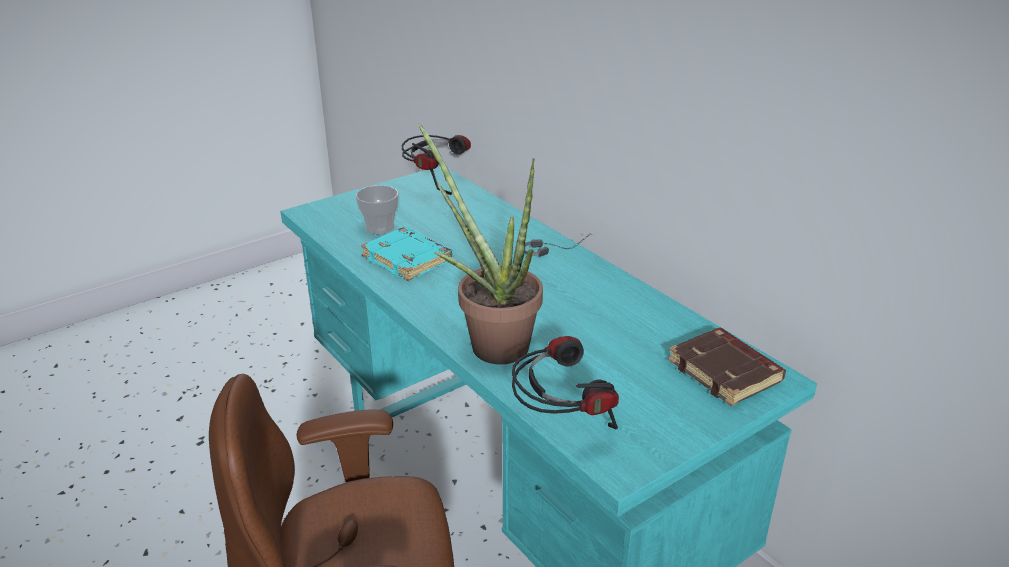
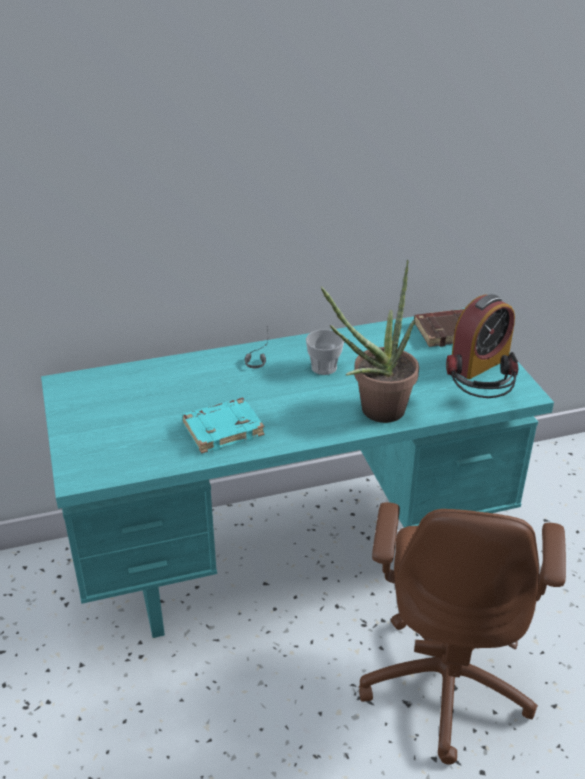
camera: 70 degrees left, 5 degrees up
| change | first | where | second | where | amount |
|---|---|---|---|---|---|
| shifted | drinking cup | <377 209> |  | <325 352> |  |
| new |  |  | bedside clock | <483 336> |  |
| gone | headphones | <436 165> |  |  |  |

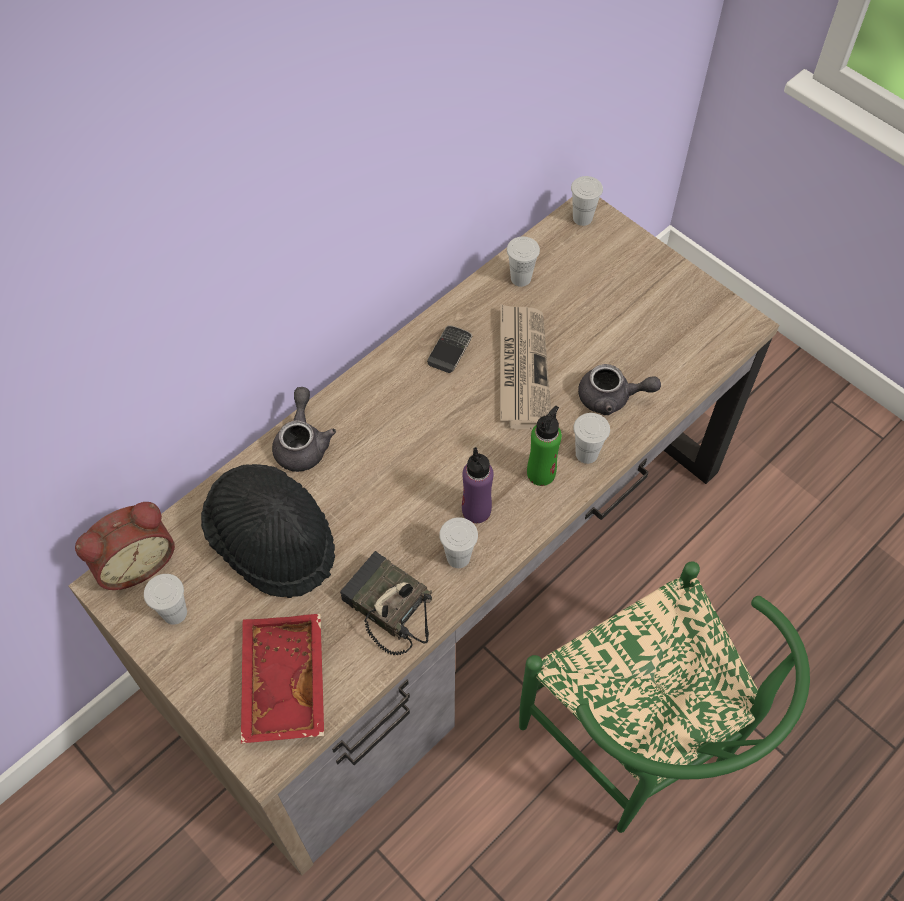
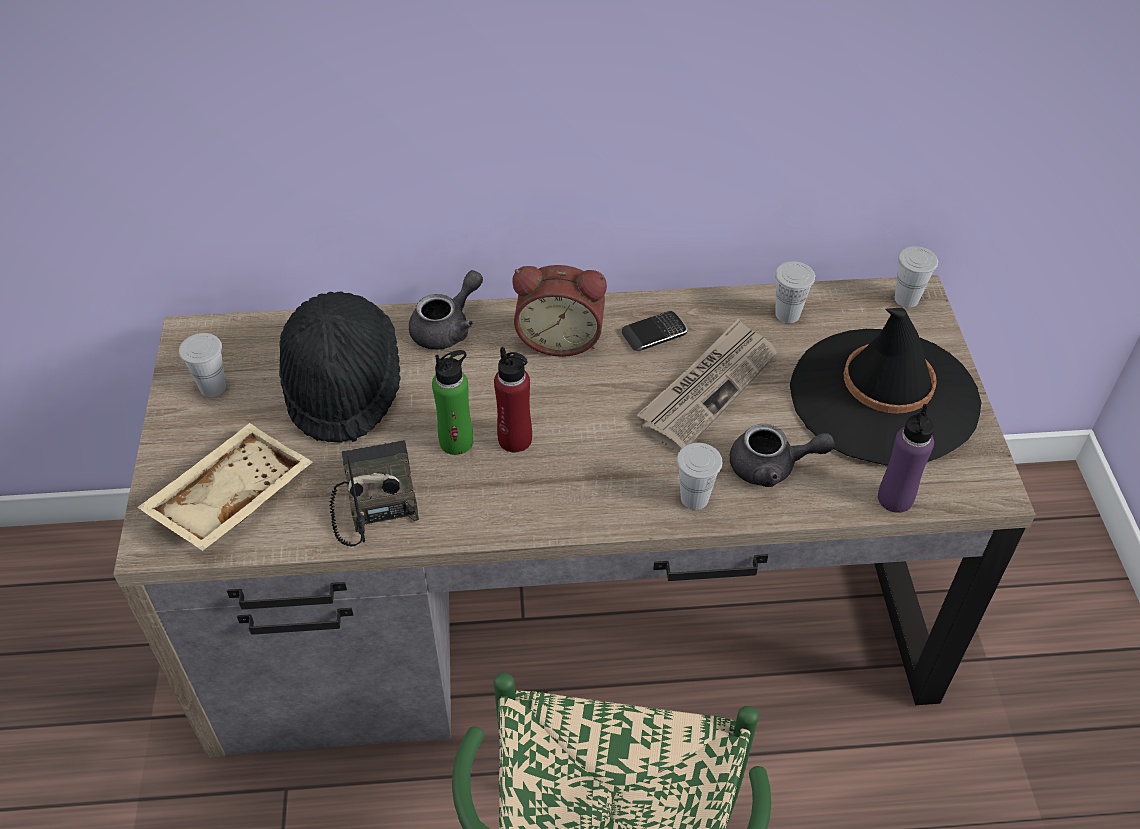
camera: 40 degrees right, 10 degrees down
| change | first | where | second | where | amount |
|---|---|---|---|---|---|
| repainted | red-coloured carrying tray | <282 678> | sand-coloured carrying tray | <225 487> |  |
| shifted | greenish bottle | <544 446> |  | <452 402> |  |
| new |  |  | red-coloured bottle | <513 400> |  |
| shifted | bedside clock | <125 546> |  | <560 311> |  |
| rotated | grey teapot | <619 389> |  | <782 455> | 45 degrees counterclockwise |
| new |  |  | blackish hat | <885 386> |  |
| shifted | purple bottle | <478 485> |  | <906 458> |  |
| gone | whitish drinking cup | <458 542> |  |  |  |

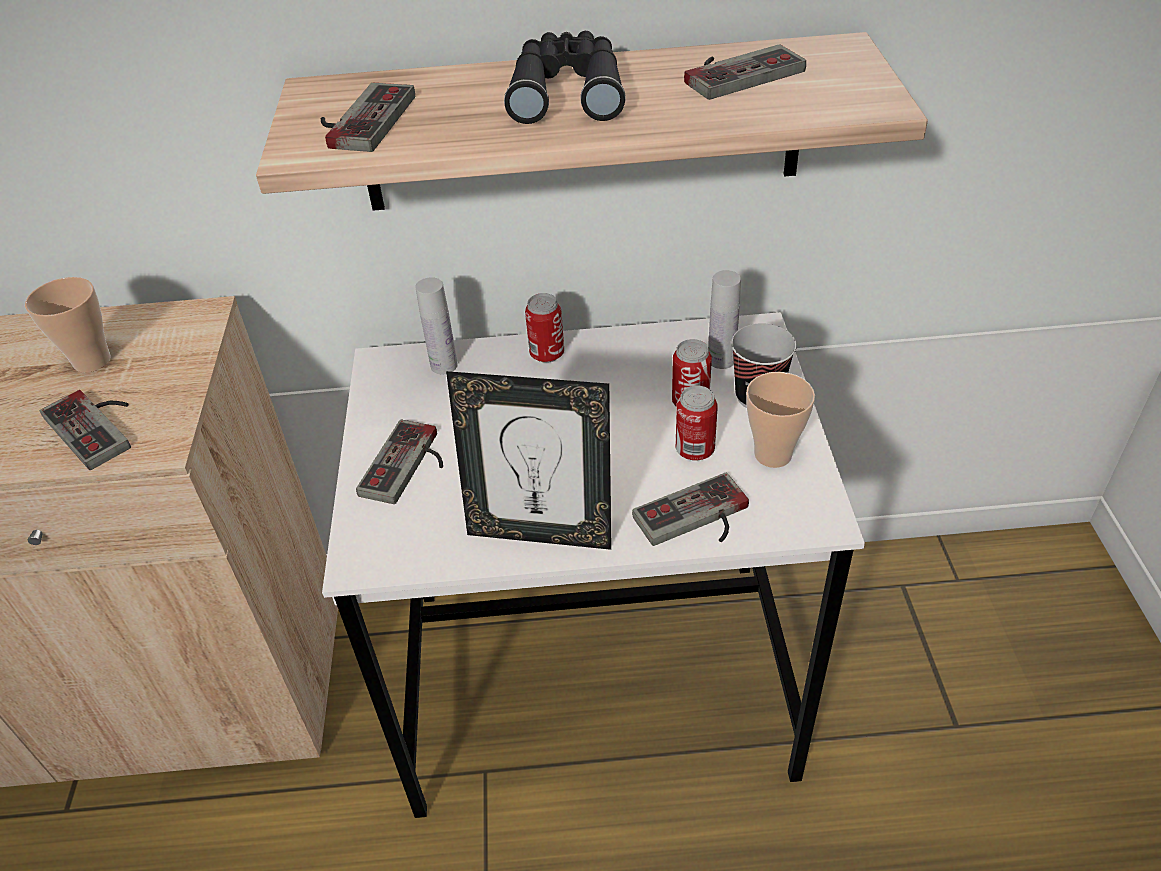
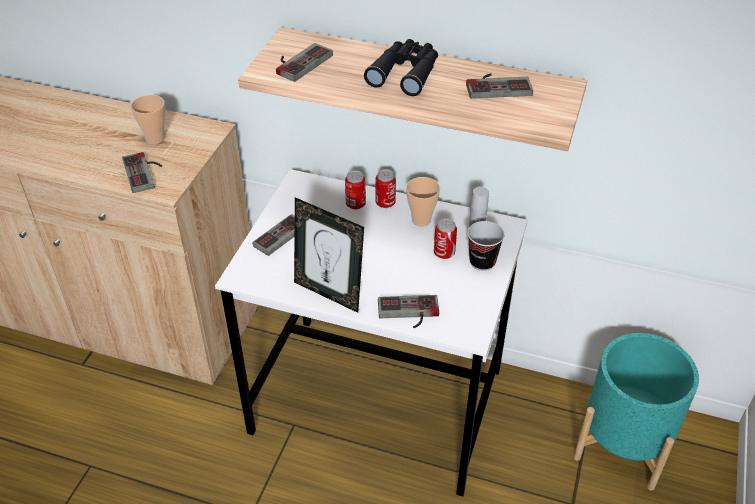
camera: 20 degrees right, 0 degrees up
| change | first | where | second | where | amount |
|---|---|---|---|---|---|
| shifted | sealed can | <697 423> |  | <355 189> |  |
| shifted | drinking cup | <780 420> |  | <423 202> |  |
| new |  |  | turquoise plant pot | <636 411> |  |
| gone | whitish bottle | <436 325> |  |  |  |

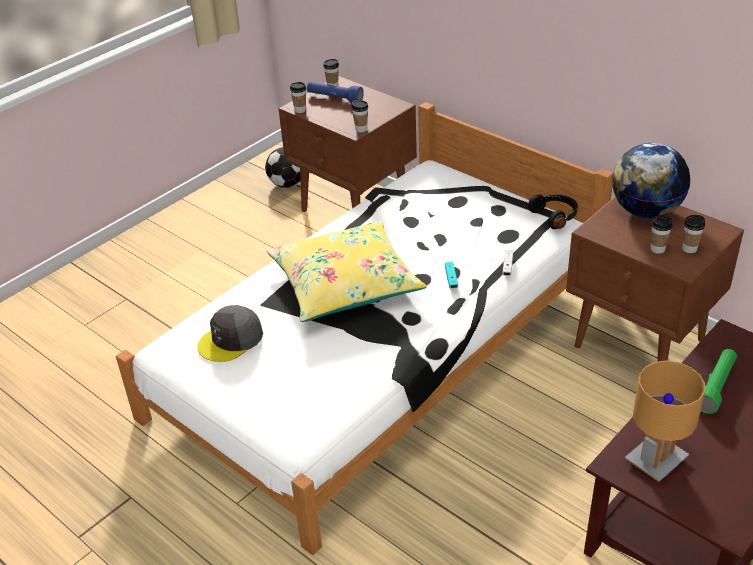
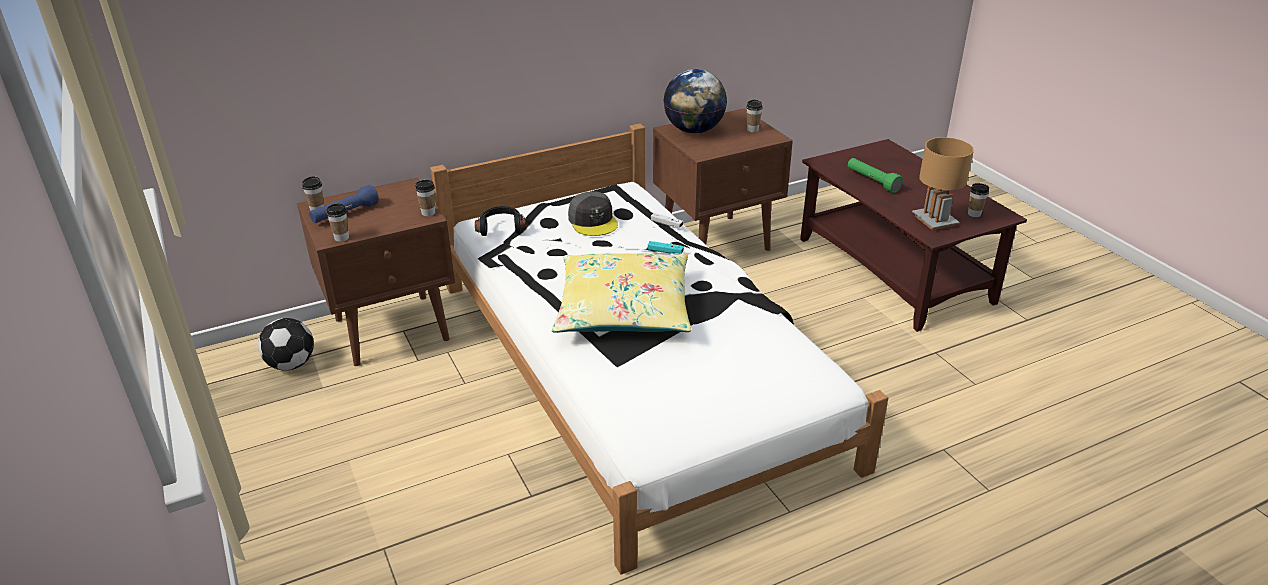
camera: 70 degrees left, 5 degrees down
| change | first | where | second | where | amount |
|---|---|---|---|---|---|
| shifted | blackish headphones | <553 211> |  | <500 221> |  |
| shifted | grey peaked cap | <230 333> |  | <593 213> |  |
| shifted | drinking cup | <661 234> |  | <978 200> |  |

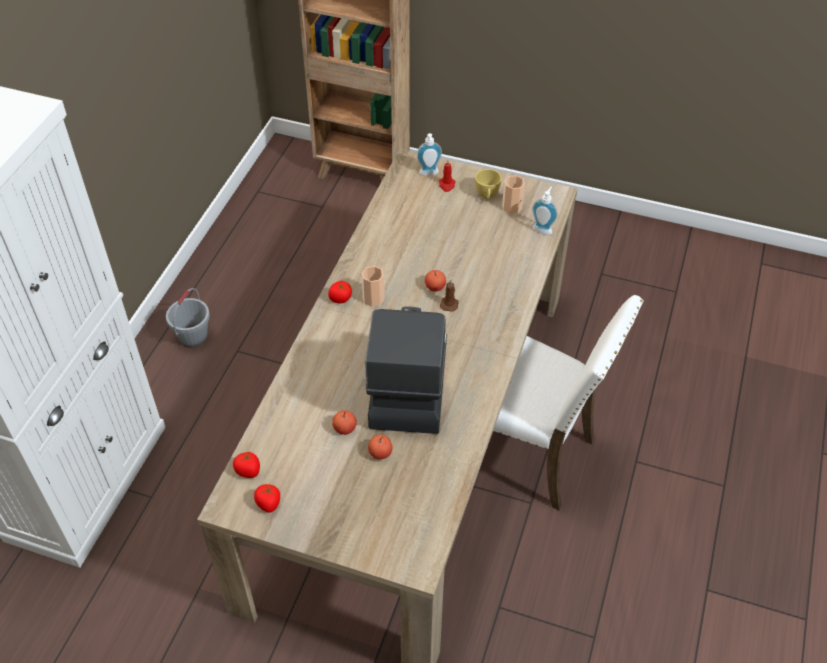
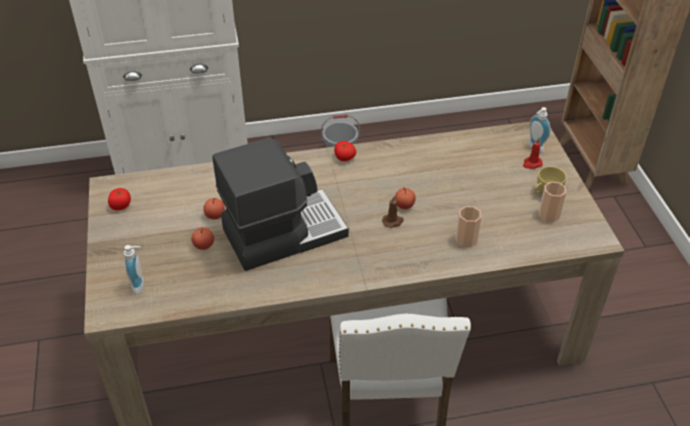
camera: 60 degrees right, 5 degrees down
| change | first | where | second | where | amount |
|---|---|---|---|---|---|
| shifted | soap bottle | <545 210> |  | <133 270> |  |
| shifted | drinking cup | <373 286> |  | <468 226> |  |
| gone | tomato | <246 465> |  |  |  |

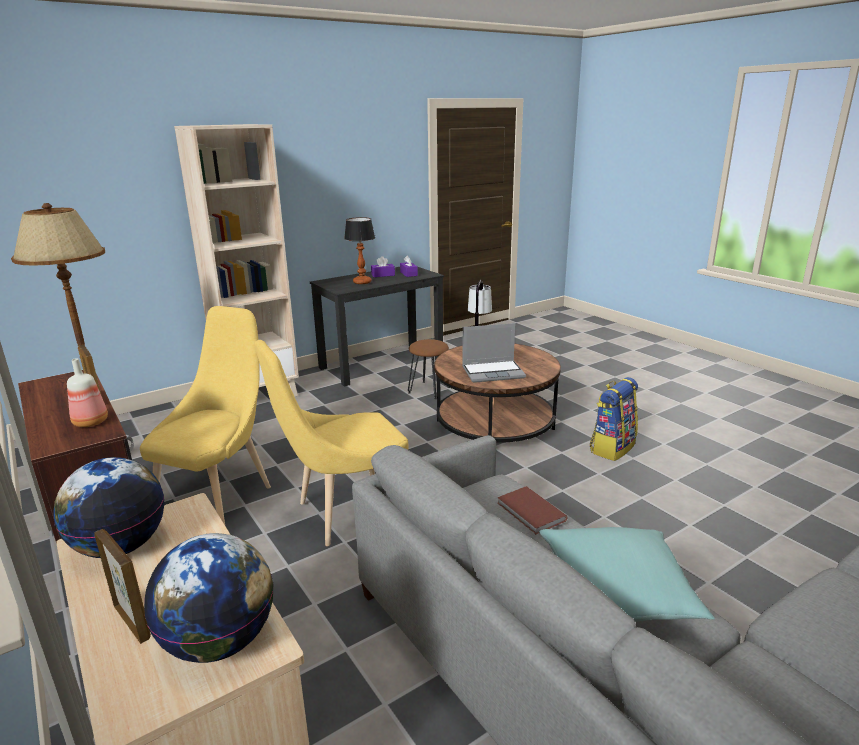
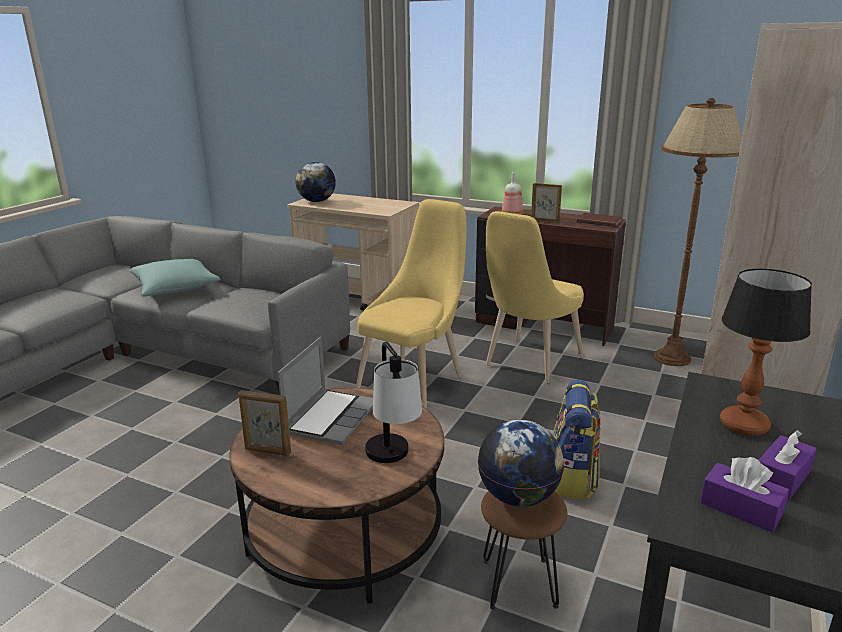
camera: 150 degrees right, 0 degrees up
| change | first | where | second | where | amount |
|---|---|---|---|---|---|
| shifted | picture frame | <122 586> |  | <264 423> |  |
| rotated | portable computer | <494 353> |  | <325 391> | 150 degrees clockwise |
| shifted | globe | <108 507> |  | <521 463> |  |
| rotated | yellowish plain chair | <205 415> |  | <535 297> | 45 degrees clockwise |
| shifted | backpack | <614 419> |  | <577 439> |  |
| shifted | brown-coloured volume | <532 510> |  | <599 220> |  |

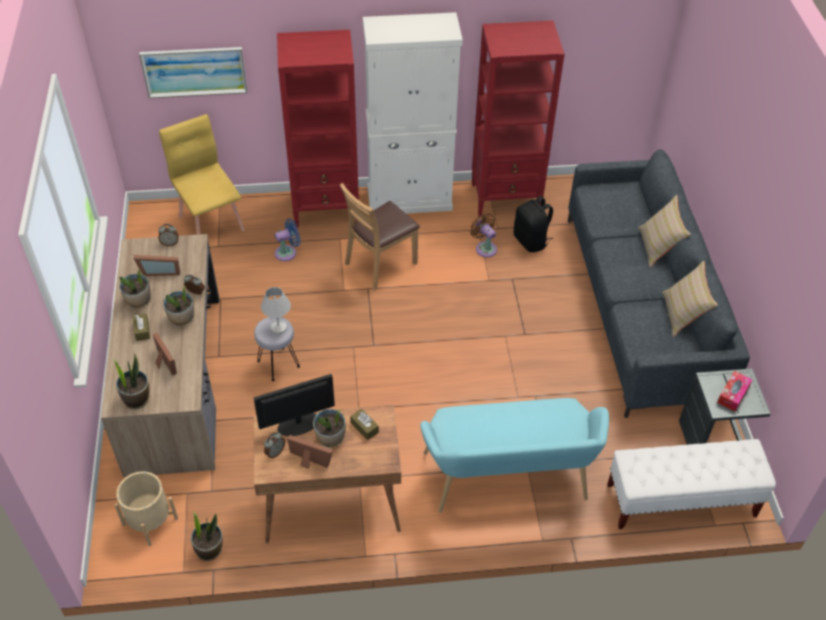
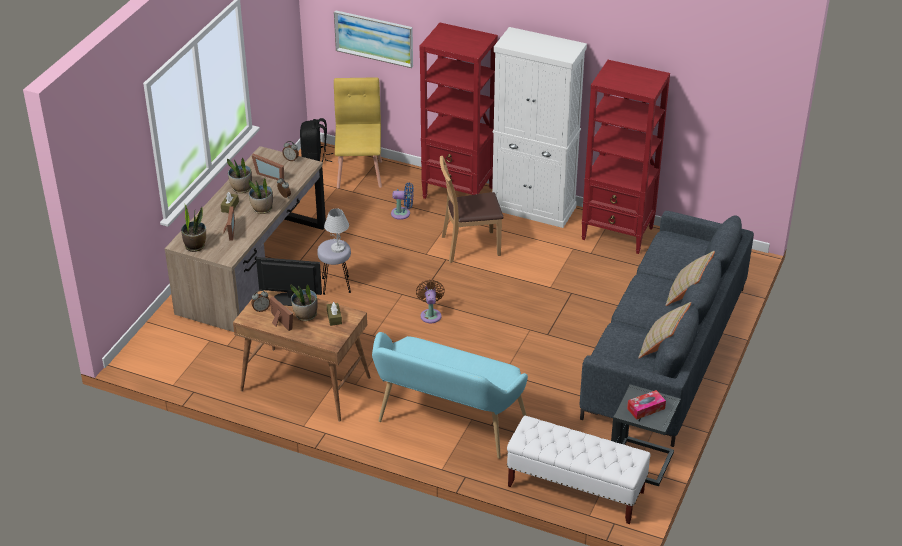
camera: 30 degrees right, 10 degrees down
| change | first | where | second | where | amount |
|---|---|---|---|---|---|
| shifted | blackish backpack | <533 224> |  | <317 140> |  |
| shifted | brown-coloured fan | <483 235> |  | <430 301> |  |
| gone | sand-coloured plant pot | <146 508> |  |  |  |
| gone | houseplant | <207 536> |  |  |  |

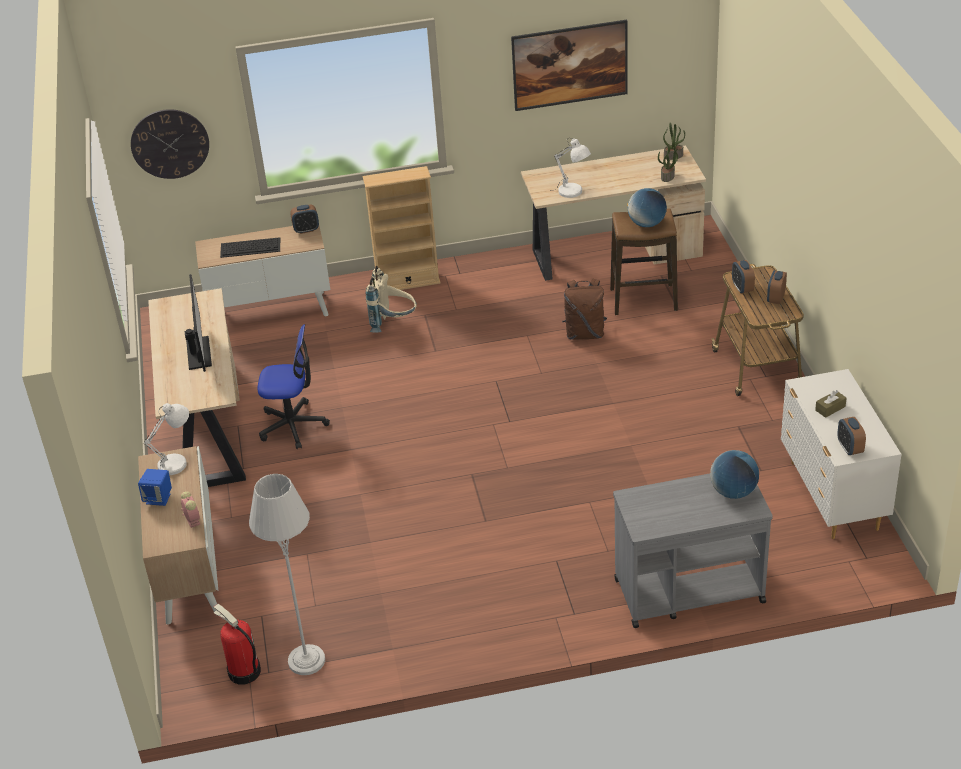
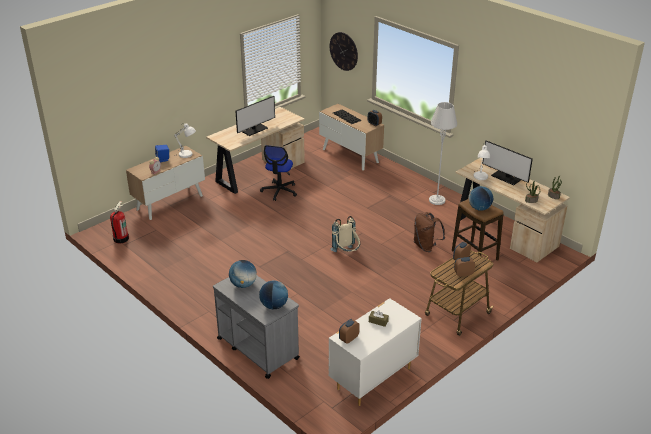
camera: 55 degrees right, 5 degrees down
| change | first | where | second | where | amount |
|---|---|---|---|---|---|
| new |  |  | globe | <243 274> |  |
| rotated | computer chair | <294 386> |  | <278 173> | 45 degrees clockwise |
| shifted | sand-coloured backpack | <391 299> |  | <345 234> |  |
| shifted | grey standing lamp | <287 574> |  | <443 153> |  |
| new |  |  | computer screen | <507 163> |  |
| gone | sand-coloured bookshelf | <401 228> |  |  |  |
| gone | wall picture | <569 65> |  |  |  |

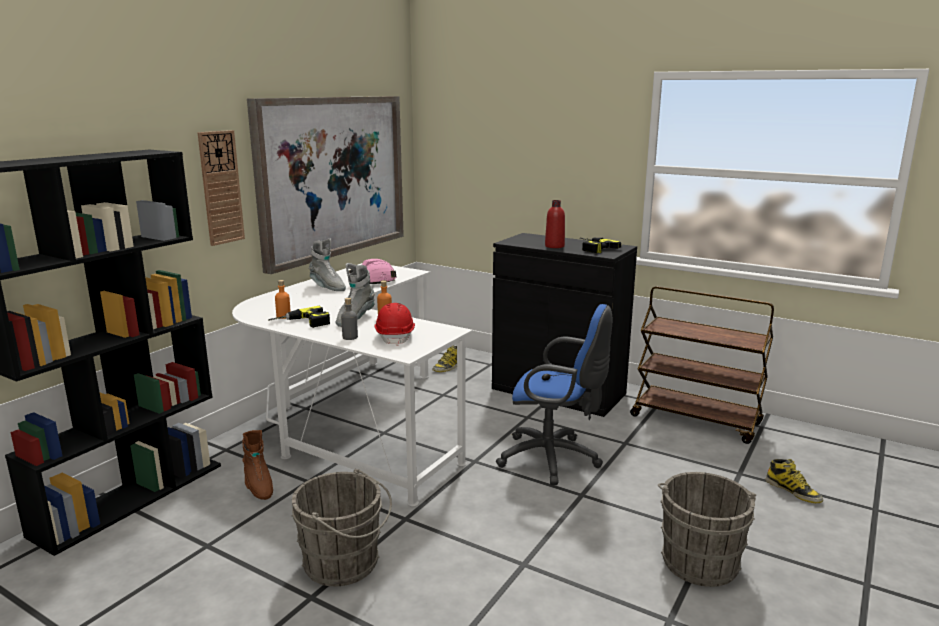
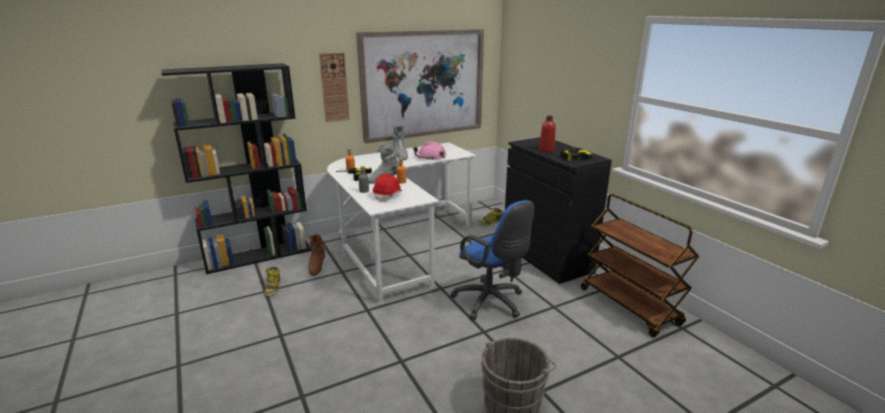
camera: 30 degrees right, 5 degrees up
| change | first | where | second | where | amount |
|---|---|---|---|---|---|
| shifted | tall boot | <794 481> |  | <272 282> |  |
| gone | grey bucket | <341 528> |  |  |  |

